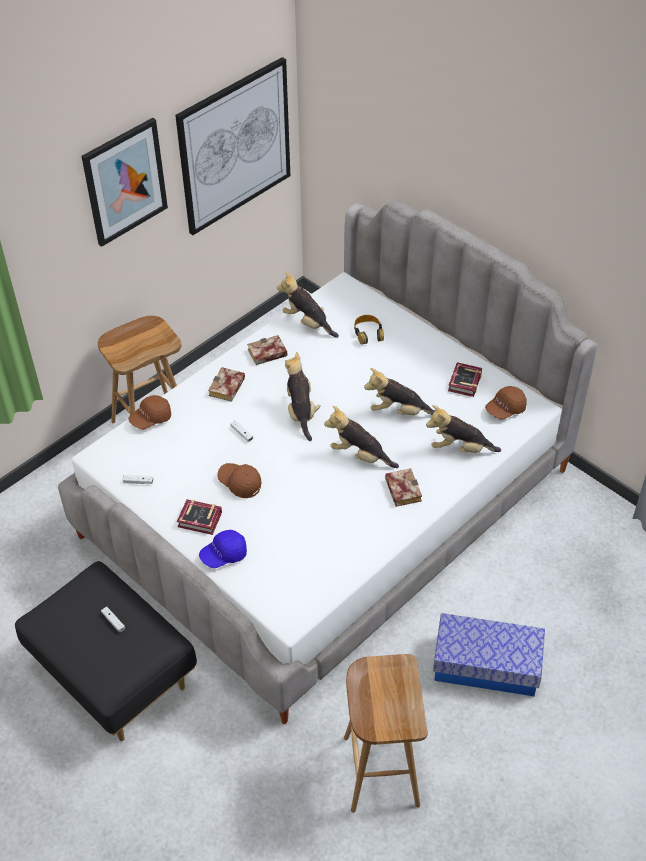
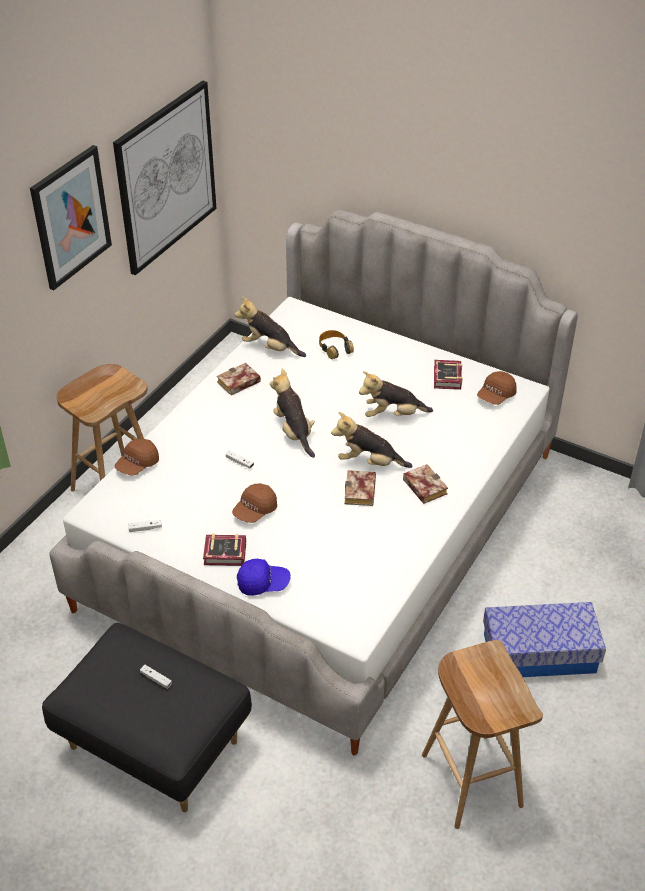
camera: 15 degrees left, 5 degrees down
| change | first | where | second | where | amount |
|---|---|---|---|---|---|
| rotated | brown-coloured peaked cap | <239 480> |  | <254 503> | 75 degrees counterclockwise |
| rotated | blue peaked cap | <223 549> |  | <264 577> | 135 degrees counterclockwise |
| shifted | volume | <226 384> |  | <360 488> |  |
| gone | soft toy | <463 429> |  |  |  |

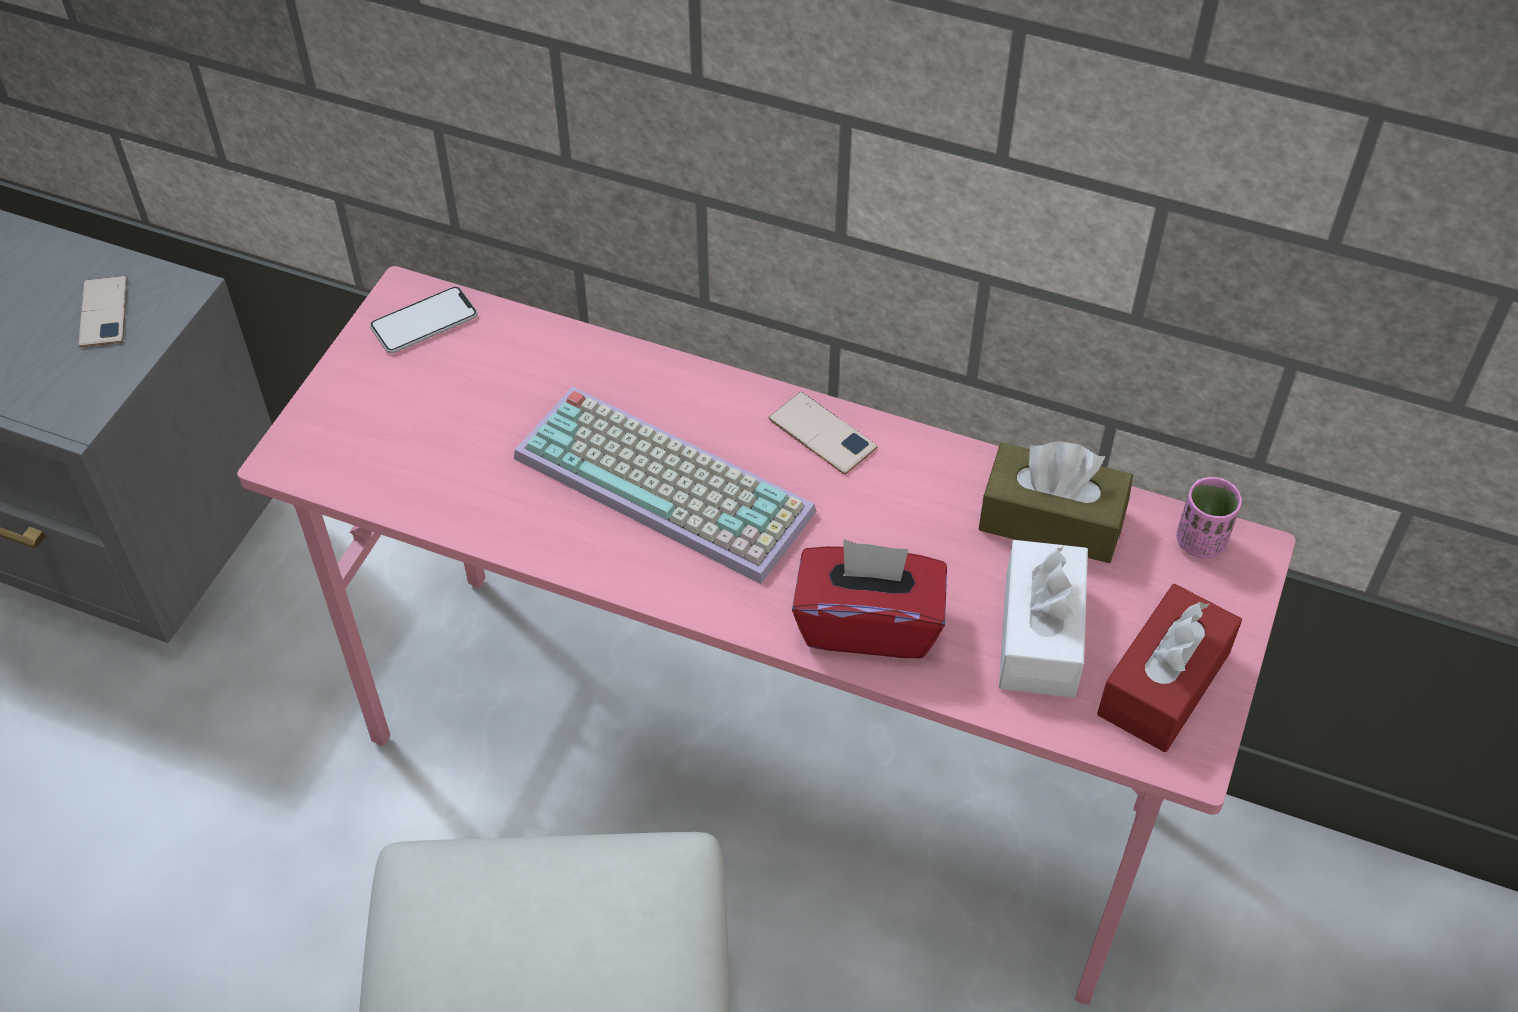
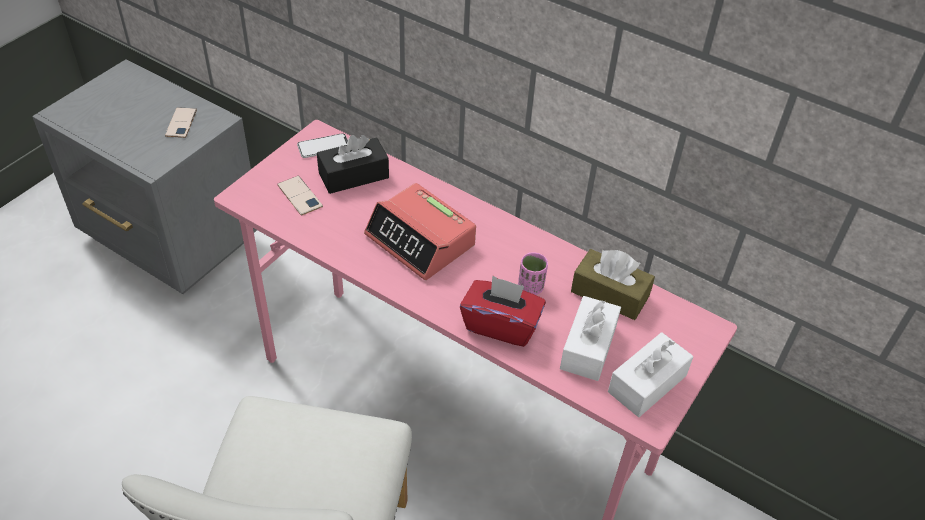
camera: 10 degrees right, 5 degrees down
| change | first | where | second | where | amount |
|---|---|---|---|---|---|
| shifted | phone | <823 433> |  | <300 196> |  |
| new |  |  | blackish tissue holder | <353 164> |  |
| swapped | PC keyboard | <665 485> | bedside clock | <420 231> |  |
| shifted | pink-coloured drinking cup | <1209 517> |  | <533 273> |  |
| repainted | red-coloured tissue holder | <1169 668> | whitish tissue holder | <650 374> |  |

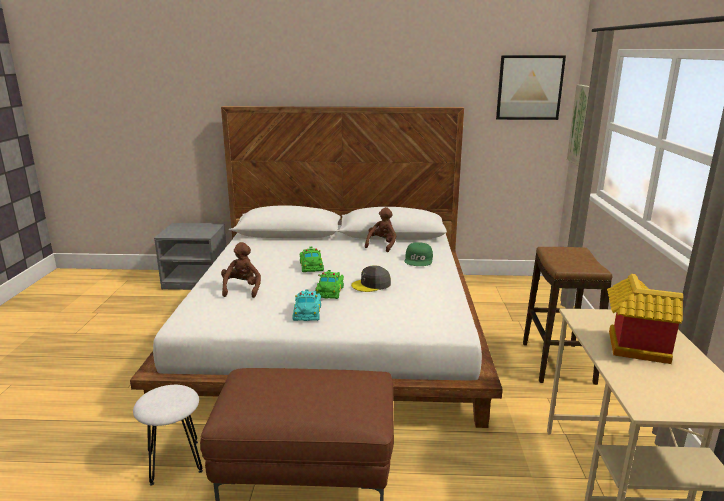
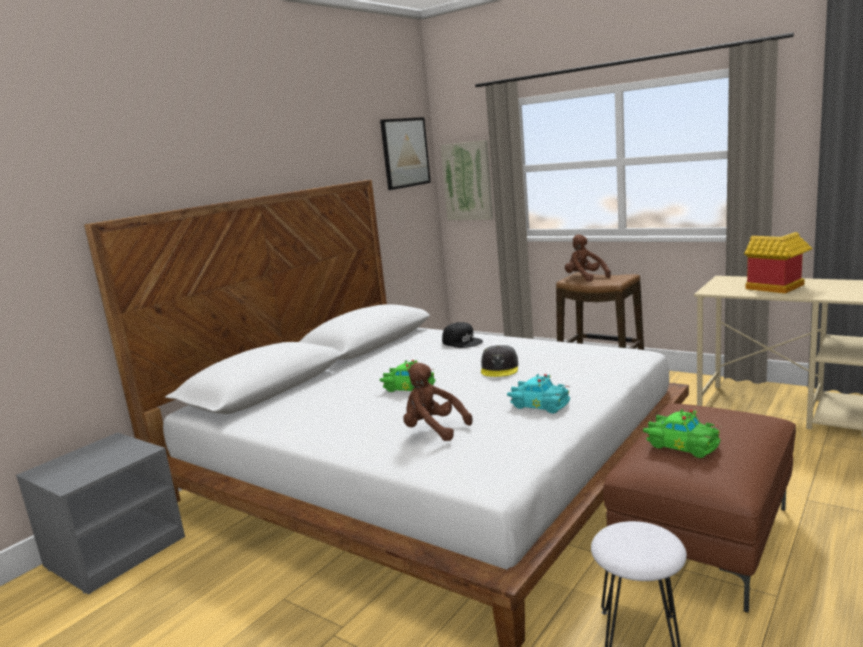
camera: 55 degrees left, 5 degrees down
| change | first | where | second | where | amount |
|---|---|---|---|---|---|
| repainted | greenish peaked cap | <419 254> | blackish peaked cap | <462 335> |  |
| shifted | brown-coloured soft toy | <381 229> |  | <588 258> |  |
| shifted | greenish toy car | <329 284> |  | <682 433> |  |

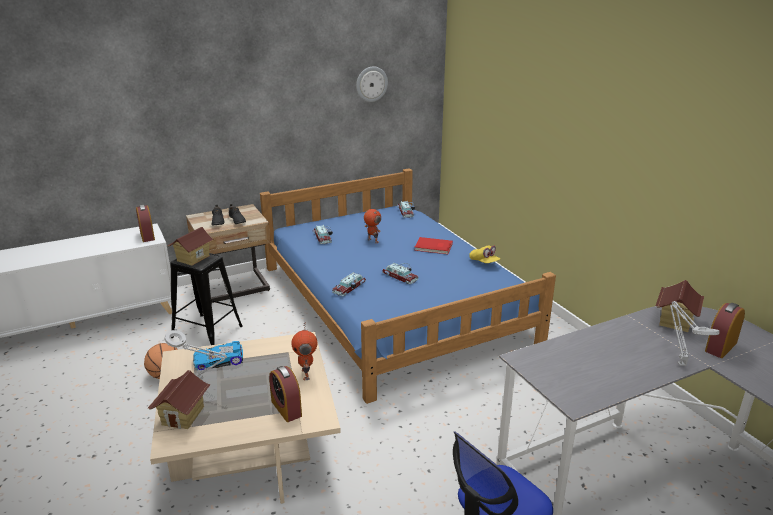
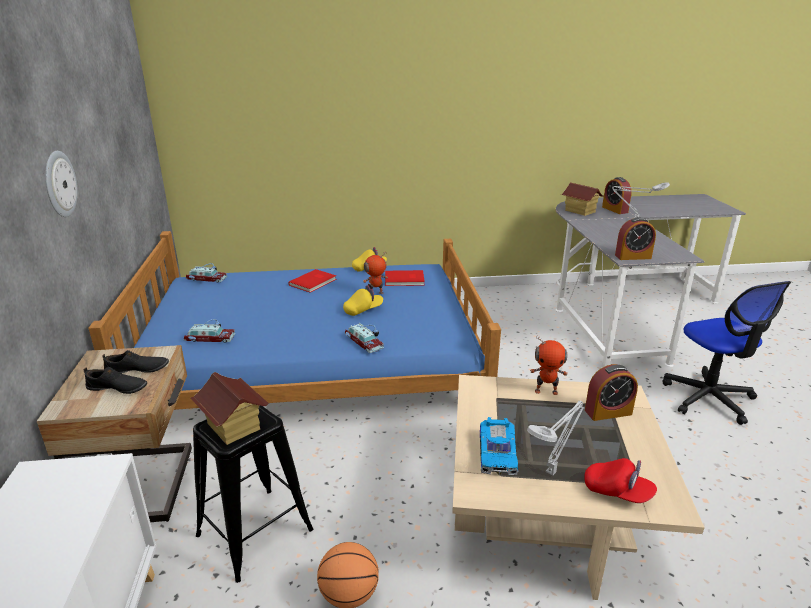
camera: 70 degrees left, 0 degrees up
| change | first | where | second | where | amount |
|---|---|---|---|---|---|
| shifted | clock on the wall | <372 84> |  | <61 184> |  |
| swapped | toy car | <400 273> | yellowish peaked cap | <363 300> |  |
| shifted | robot figure | <372 226> |  | <375 273> |  |
| new |  |  | red-coloured volume | <405 278> |  |
| swapped | toy house | <179 399> | red-coloured peaked cap | <620 480> |  |
| shifted | bedside clock | <145 223> |  | <635 238> |  |

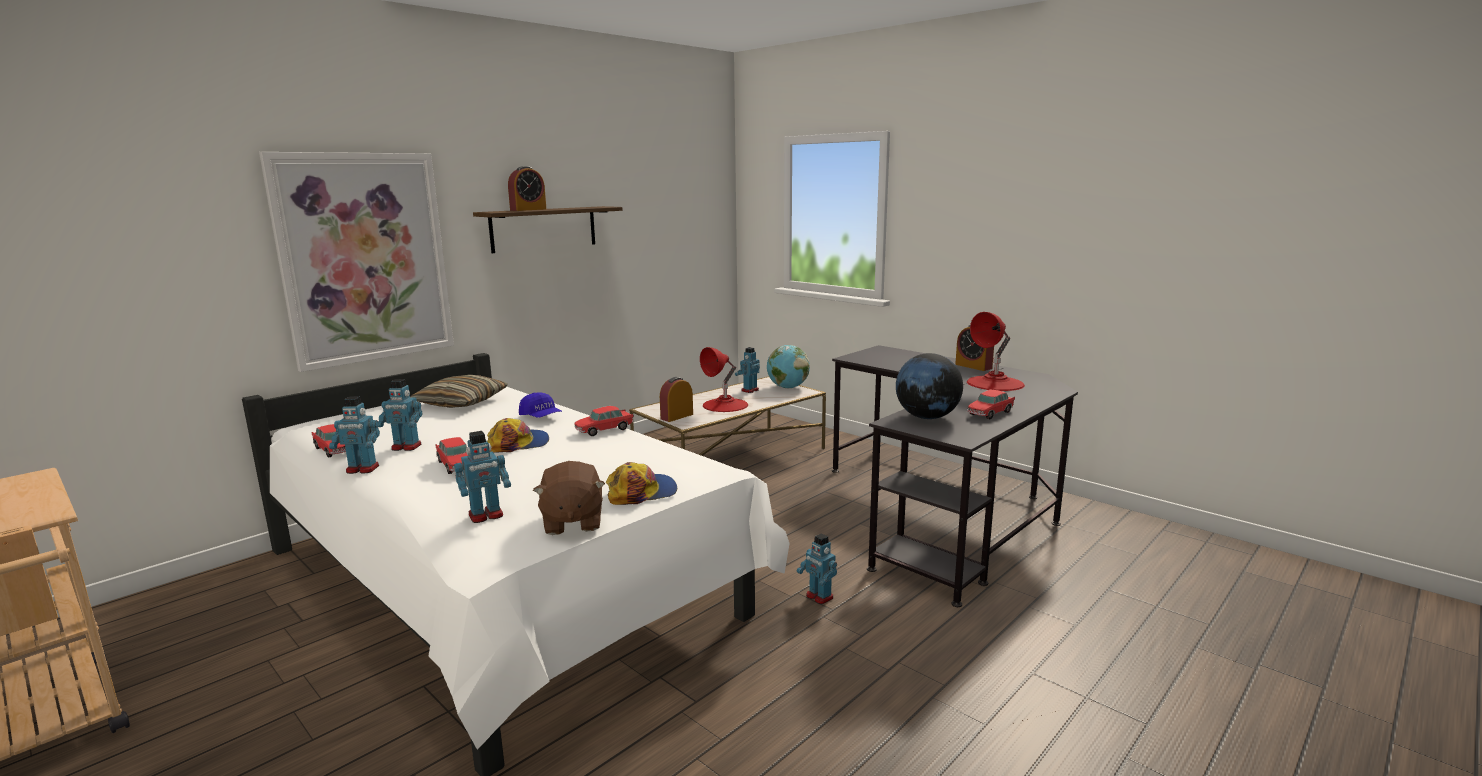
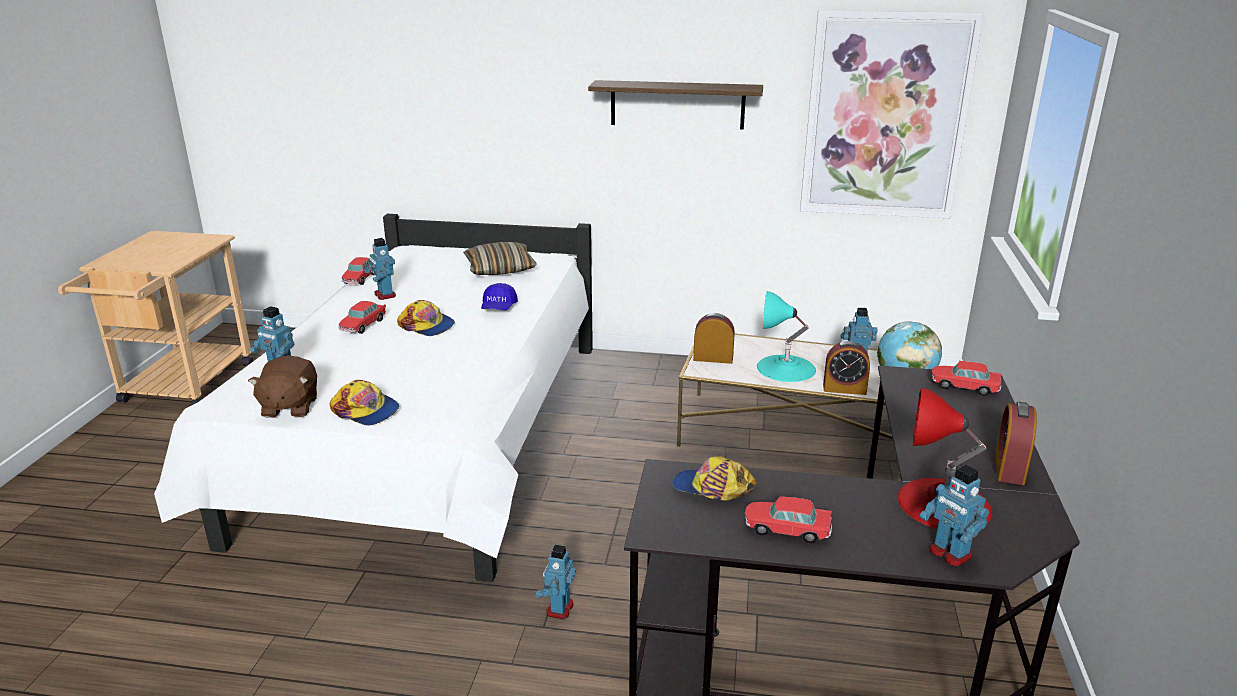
camera: 55 degrees right, 10 degrees up
| change | first | where | second | where | amount |
|---|---|---|---|---|---|
| rotated | brown-coloured soft toy | <569 498> |  | <282 386> | 45 degrees counterclockwise |
| swapped | globe | <929 386> | peaked cap | <714 478> |  |
| repainted | red-coloured tabletop lamp | <724 379> | turquoise tabletop lamp | <786 336> |  |
| shifted | wall picture | <356 262> |  | <892 114> |  |
| shifted | bedside clock | <527 188> |  | <846 368> |  |
| shifted | robot figure | <354 435> |  | <954 516> |  |
| shifted | toy car | <604 421> |  | <967 378> |  |

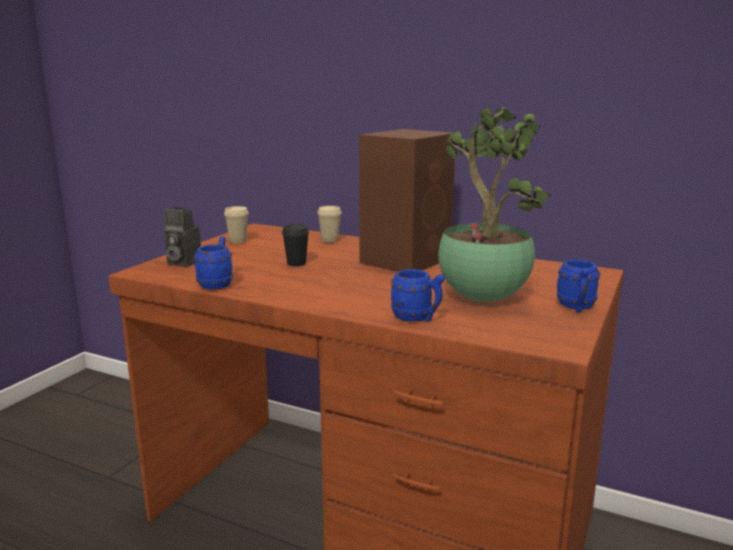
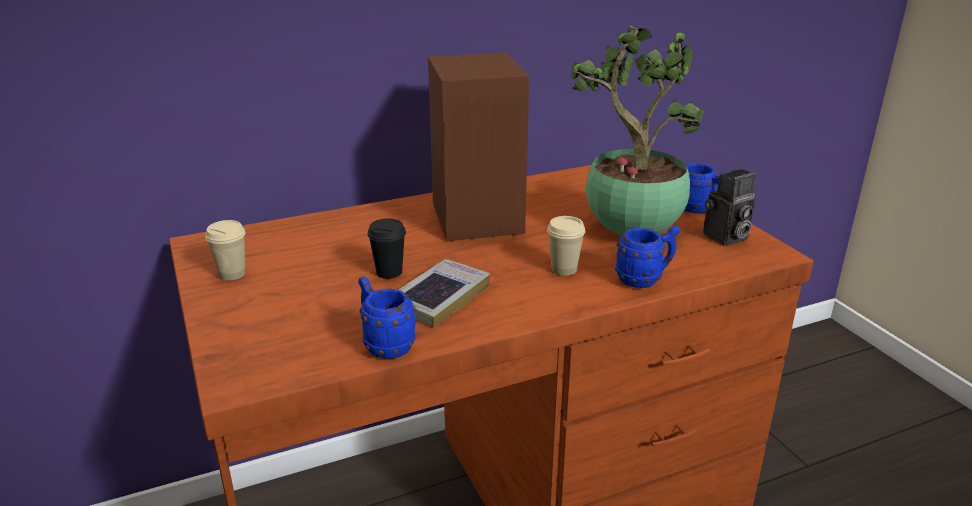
camera: 50 degrees left, 10 degrees up
| change | first | where | second | where | amount |
|---|---|---|---|---|---|
| new |  |  | volume | <444 293> |  |
| shifted | sand-coloured drinking cup | <329 224> |  | <566 246> |  |
| shifted | photo camera | <182 237> |  | <729 207> |  |

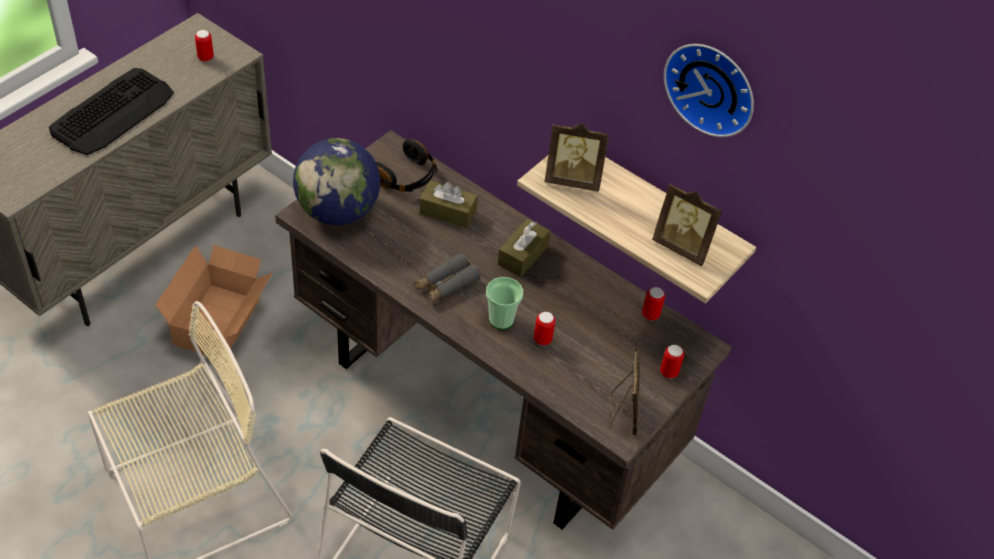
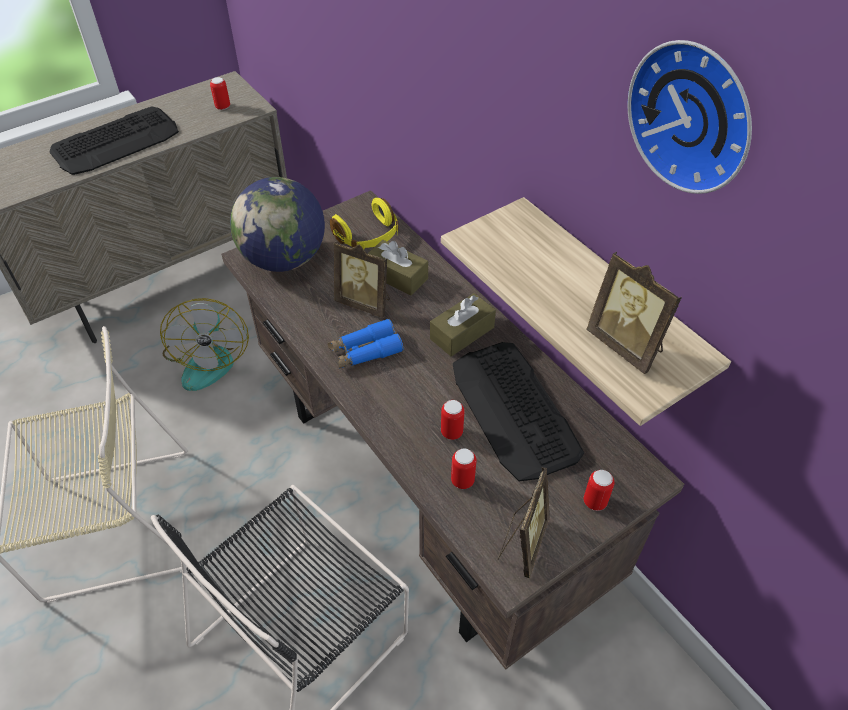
camera: 20 degrees right, 0 degrees up
| change | first | where | second | where | amount |
|---|---|---|---|---|---|
| swapped | cardboard box | <214 301> | fan | <204 344> |  |
| repainted | grey binoculars | <447 278> | blue binoculars | <365 344> |  |
| repainted | blackish headphones | <406 165> | yellowish headphones | <364 224> |  |
| shifted | picture frame | <577 157> |  | <362 280> |  |
| shifted | sealed can | <653 303> |  | <463 468> |  |
| new |  |  | PC keyboard | <518 411> |  |
| gone | drinking cup | <504 303> |  |  |  |

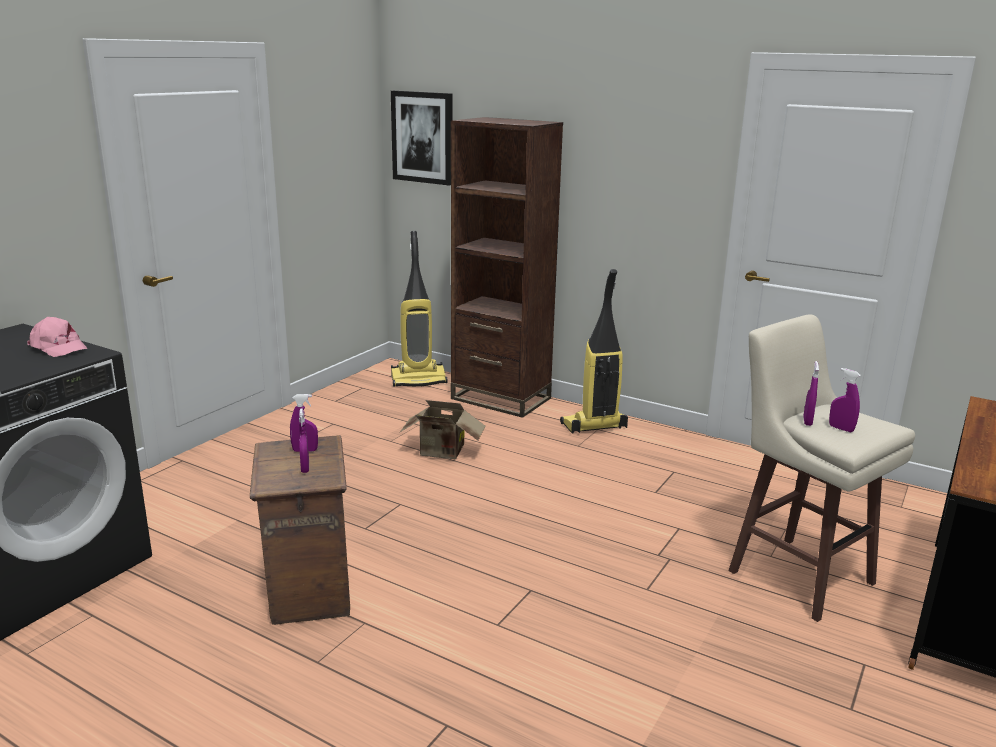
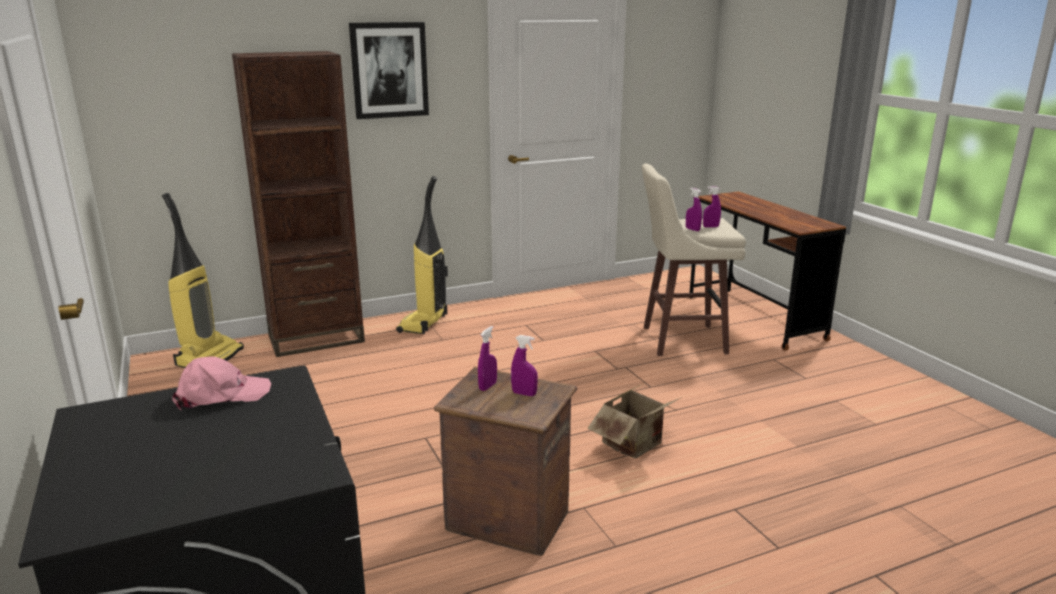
camera: 55 degrees left, 0 degrees up
| change | first | where | second | where | amount |
|---|---|---|---|---|---|
| shifted | wall picture | <421 138> |  | <389 70> |  |
| shifted | cardboard box | <442 429> |  | <634 421> |  |

